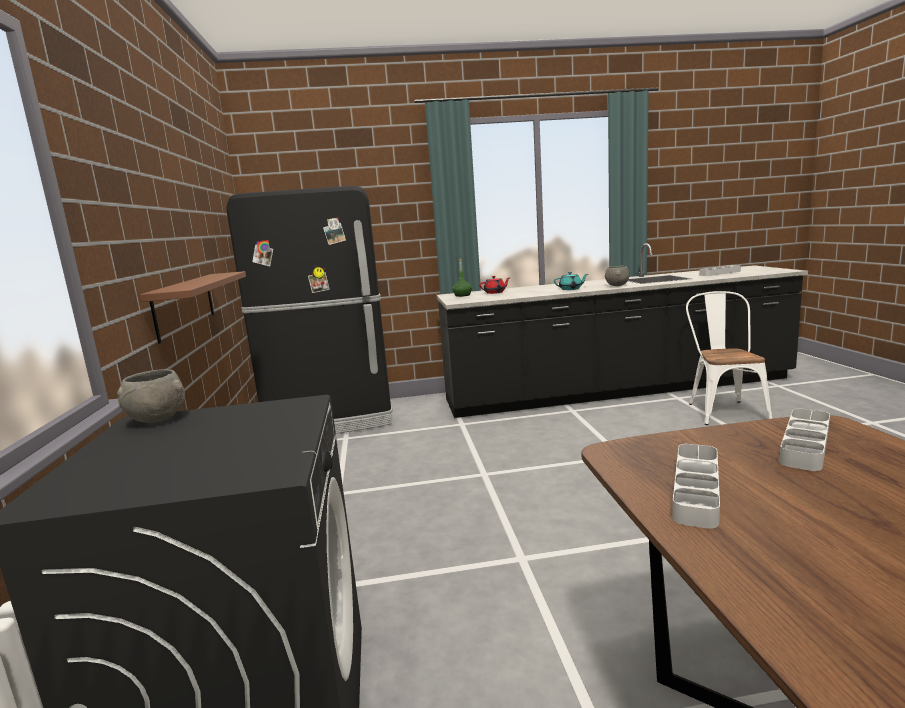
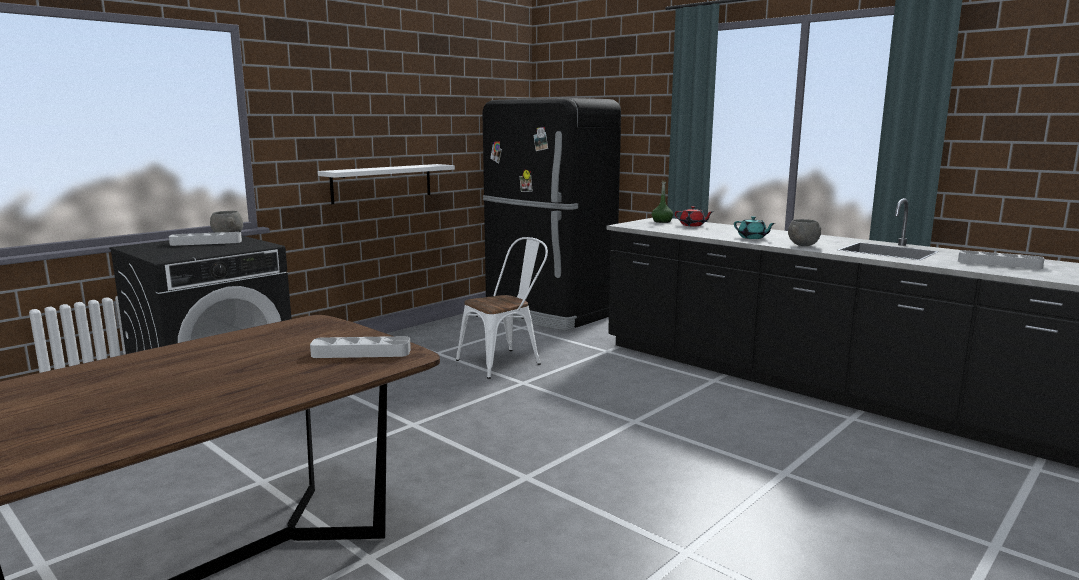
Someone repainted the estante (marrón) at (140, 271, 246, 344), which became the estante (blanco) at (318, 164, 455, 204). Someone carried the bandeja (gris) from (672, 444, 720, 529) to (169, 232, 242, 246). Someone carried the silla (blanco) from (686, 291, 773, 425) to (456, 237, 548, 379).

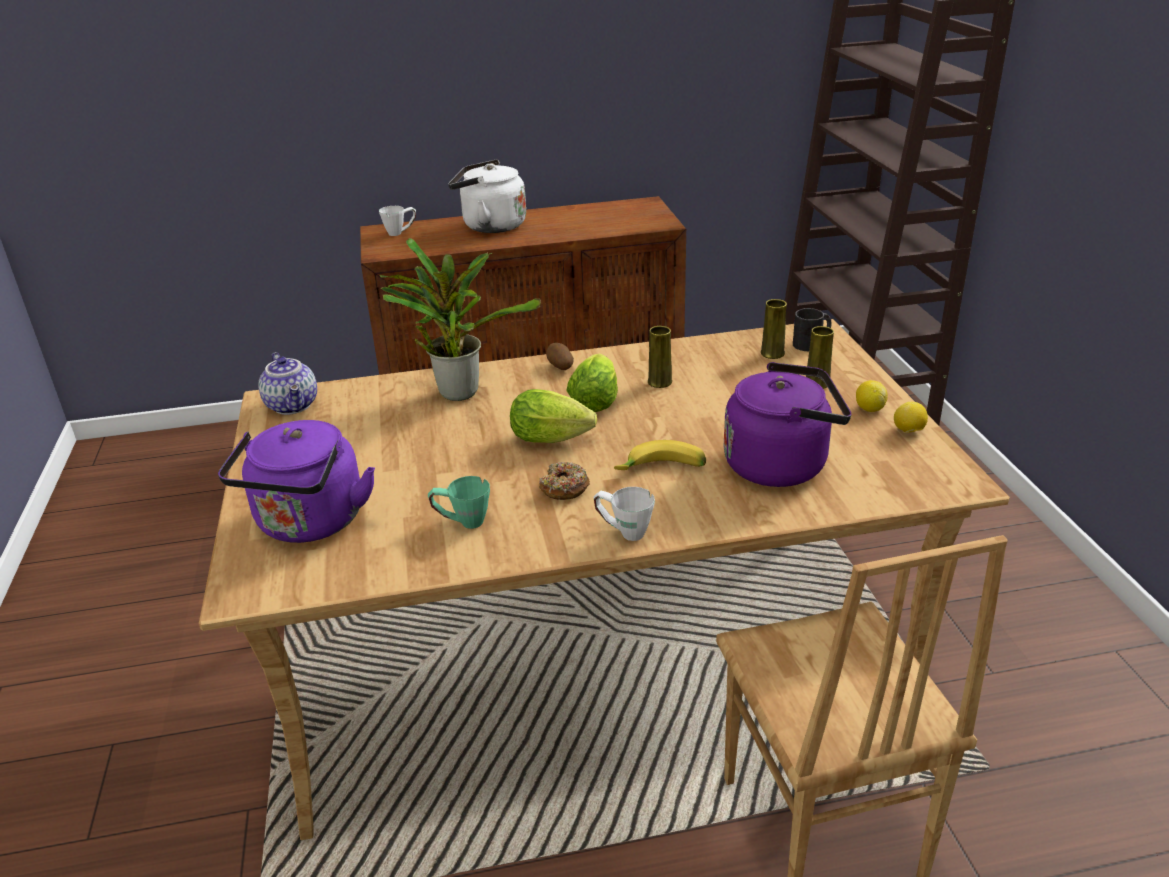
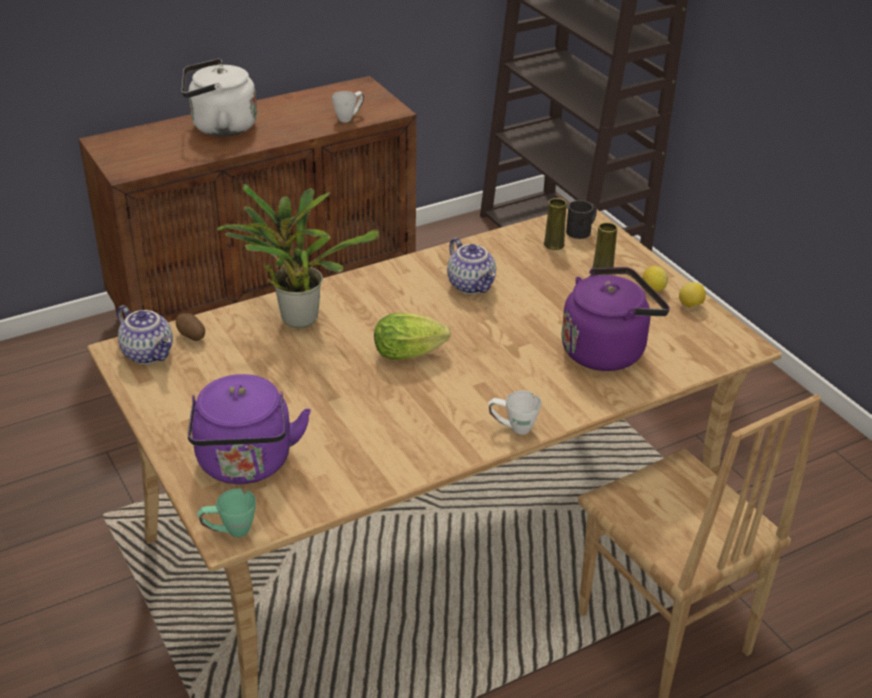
Someone carried the taza grande (blanco) from (379, 206, 416, 236) to (332, 91, 364, 122). Someone carried the taza grande (verde) from (428, 476, 490, 529) to (197, 488, 256, 537). Someone took away the rosquilla at (539, 462, 590, 500). Someone carried the patata from (546, 343, 574, 370) to (176, 313, 205, 341). Someone took away the lechuga at (566, 354, 618, 412). Someone took away the plátano at (614, 440, 706, 470). Someone swapped the florero (amarillo) at (648, 326, 672, 388) for the tetera at (447, 238, 496, 294).

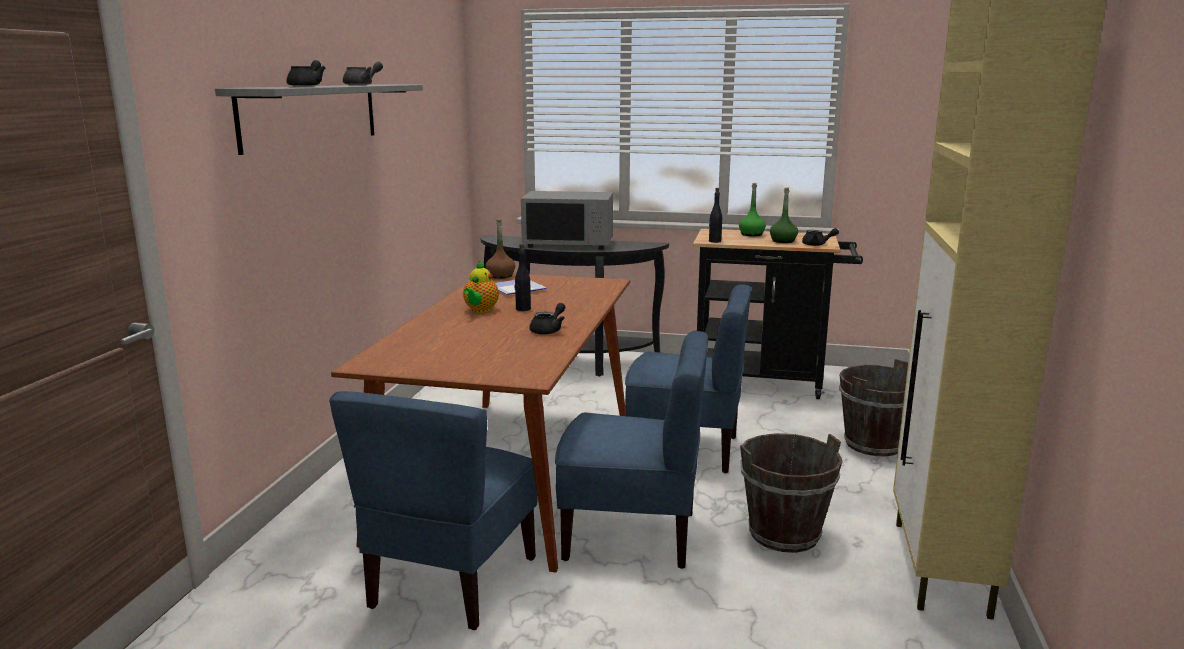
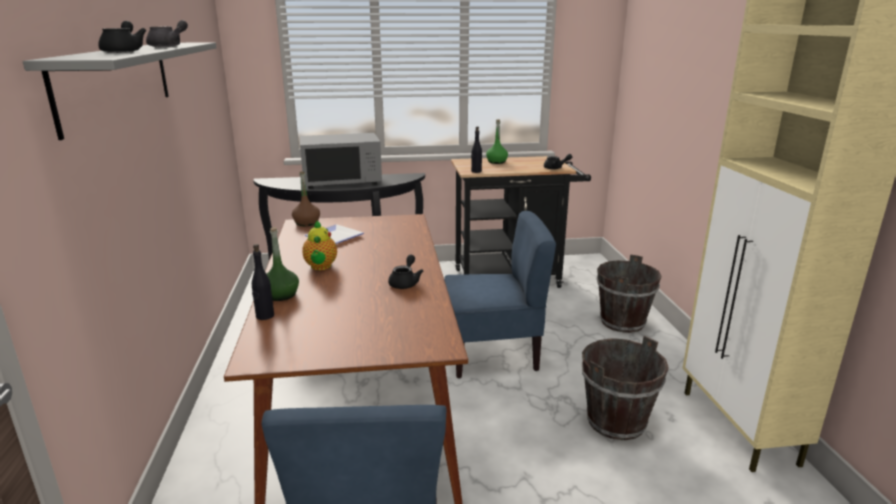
Someone carried the botella (negro) from (515, 244, 531, 311) to (252, 244, 274, 320). Someone took away the silla (azul) at (555, 331, 708, 569). Someone carried the botella (verde) from (770, 187, 798, 243) to (267, 227, 299, 301).

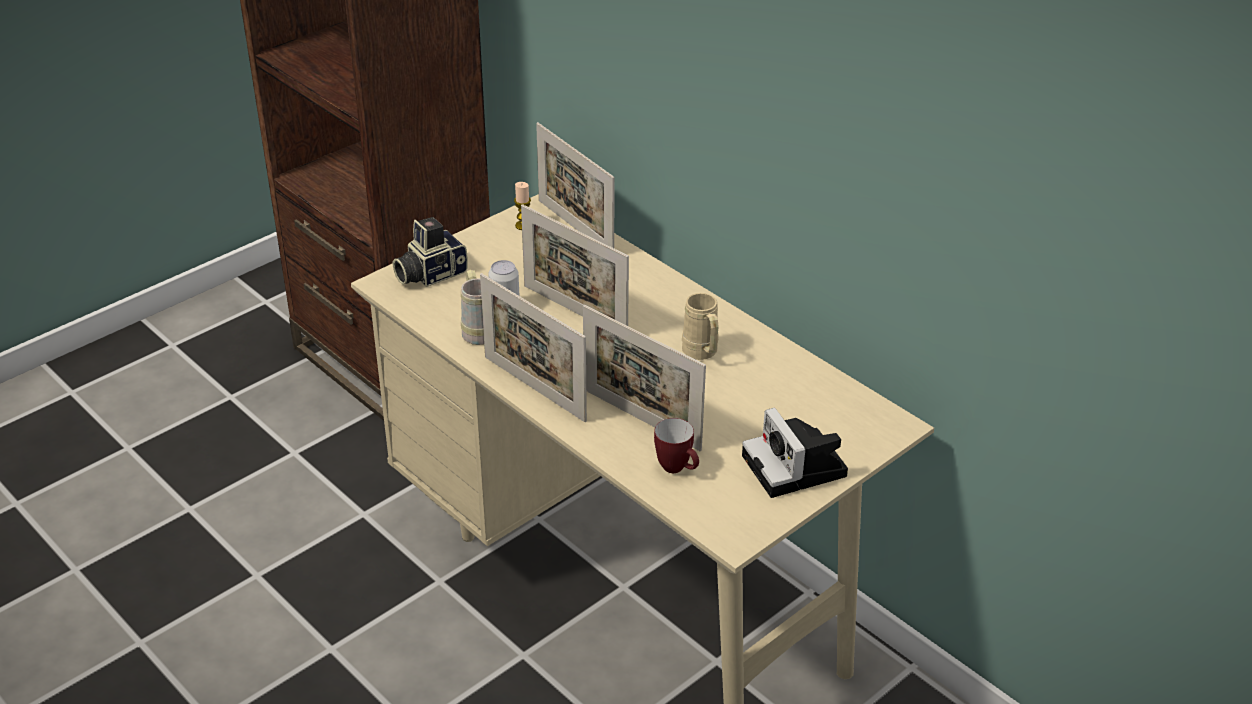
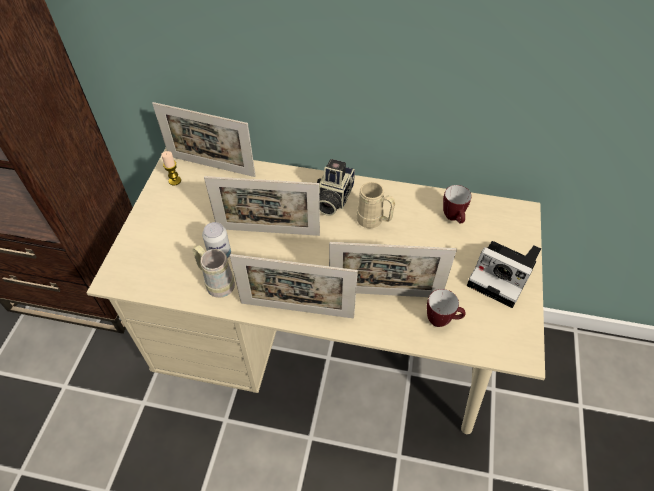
Someone carried the cámara from (393, 217, 468, 287) to (317, 159, 355, 216). Someone put down the taza grande at (443, 185, 471, 223).

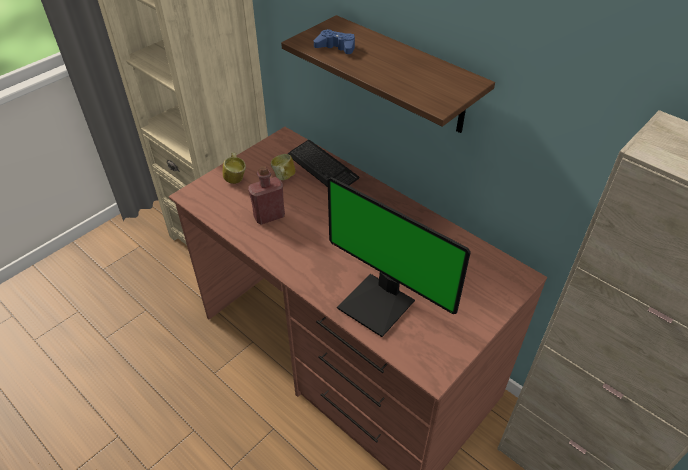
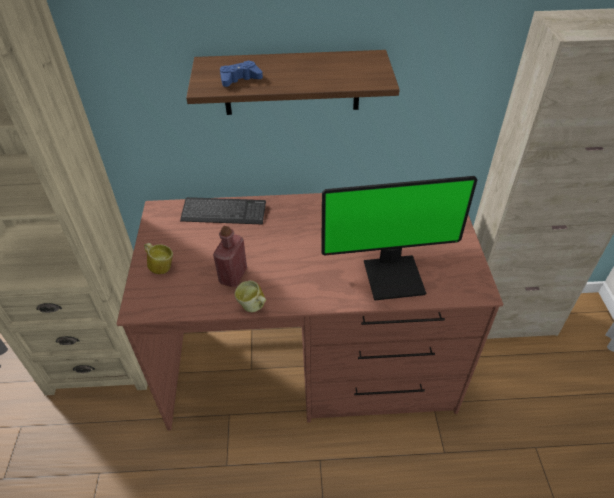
Someone carried the taza grande from (271, 154, 295, 180) to (235, 280, 266, 312).

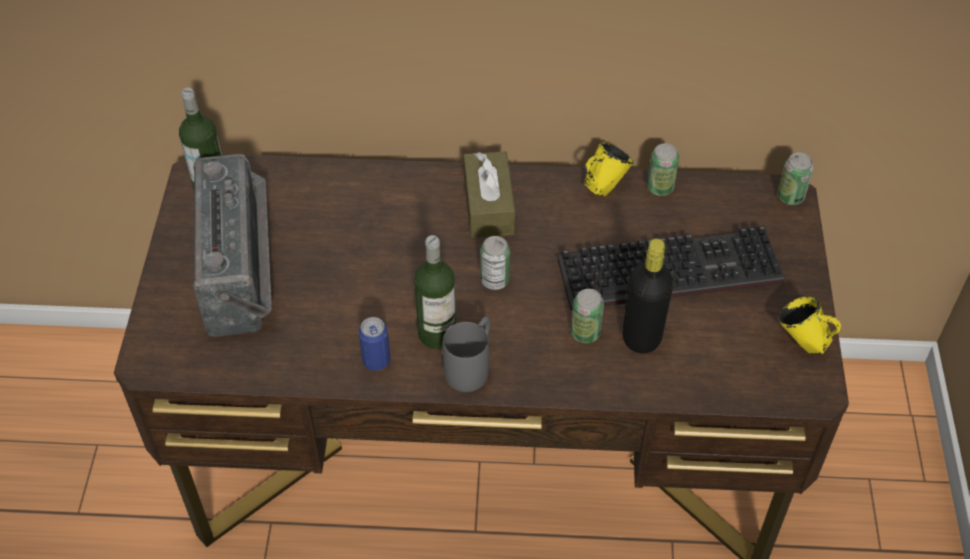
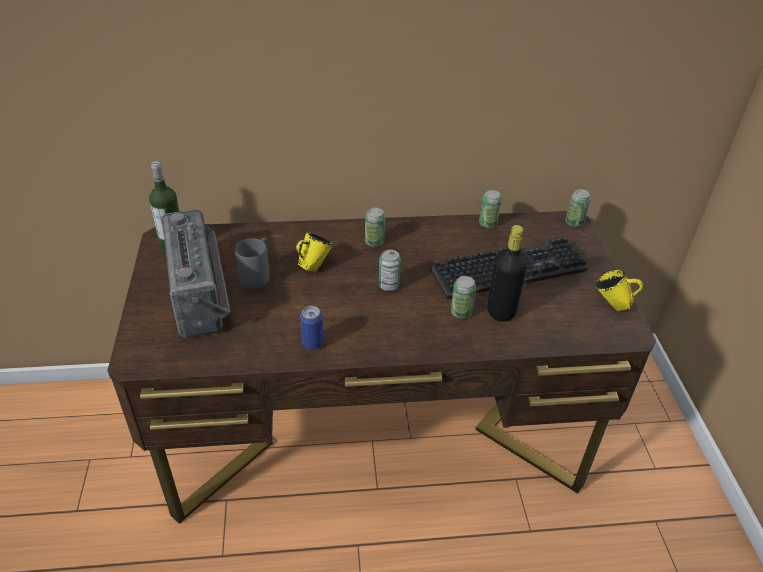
Someone took away the botella at (414, 235, 456, 349). Someone carried the taza grande (gris) from (443, 317, 490, 392) to (235, 237, 269, 289). Someone swapped the caja de pañuelos (marrón) at (464, 151, 515, 238) for the lata at (365, 207, 385, 247). Someone carried the taza grande (amarillo) from (584, 142, 633, 196) to (296, 232, 333, 272).

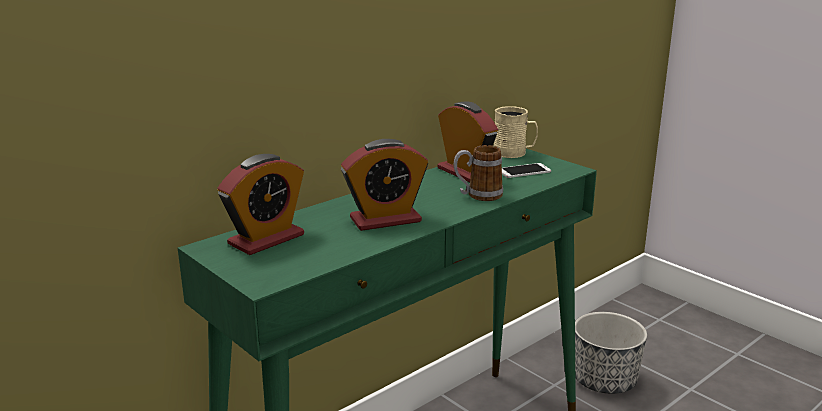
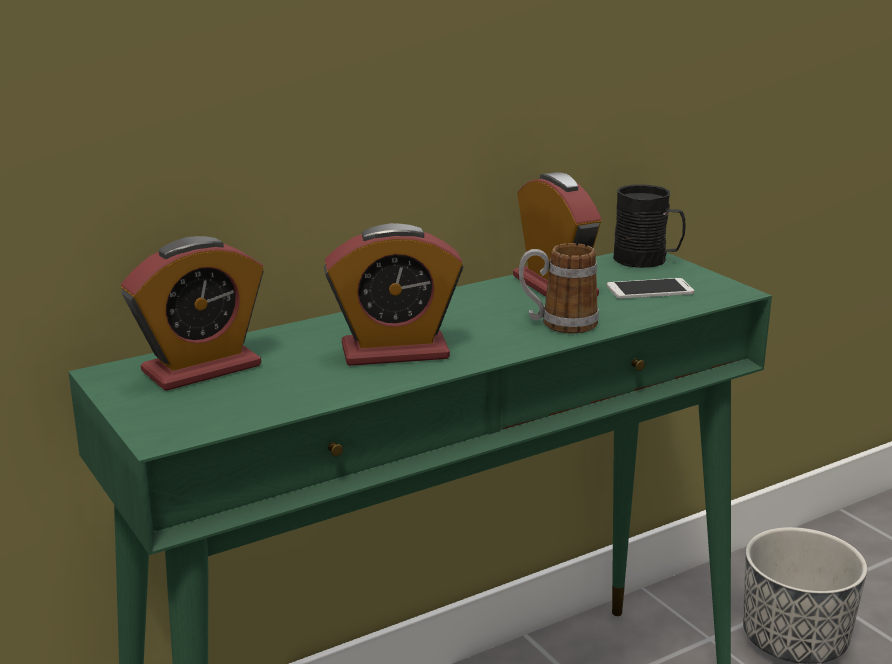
Someone repainted the taza grande (beis) at (494, 106, 538, 158), which became the taza grande (negro) at (613, 184, 685, 268).

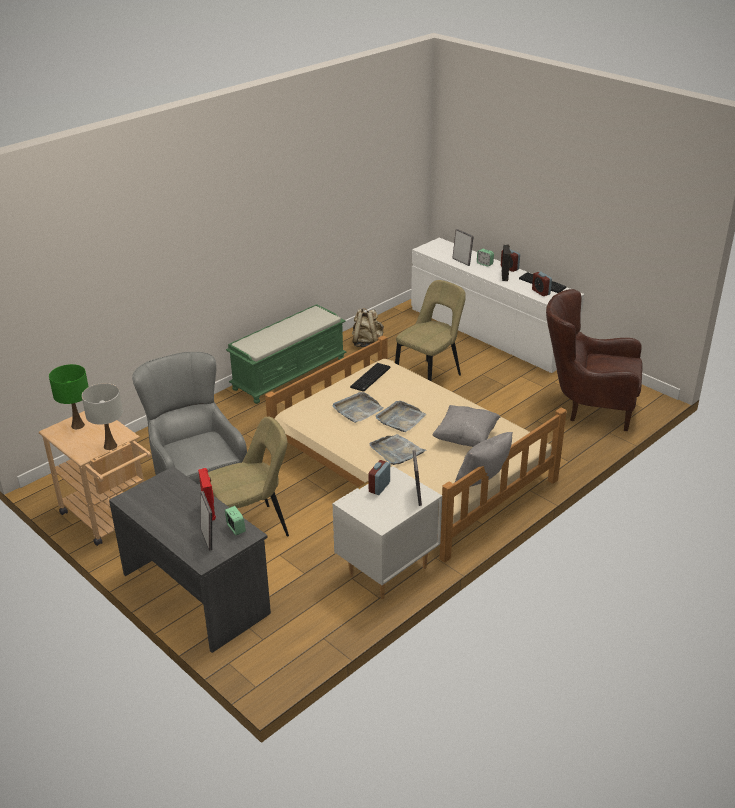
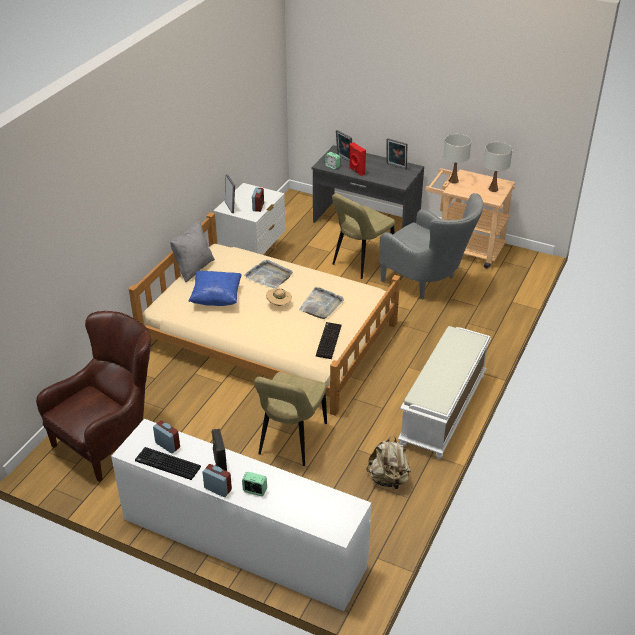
Someone repainted the lámpara de mesa (verde) at (49, 364, 89, 429), which became the lámpara de mesa (blanco) at (484, 142, 513, 192). Someone repainted the banco (verde) at (226, 304, 346, 404), which became the banco (blanco) at (398, 326, 491, 459). Someone swapped the bandeja (gris) at (376, 401, 426, 432) for the sombrero (beis) at (266, 288, 292, 306). Someone repainted the cojín (gris) at (433, 405, 501, 447), which became the cojín (azul) at (188, 271, 242, 306). Someone carried the portarretratos from (452, 229, 474, 266) to (387, 138, 408, 169). Someone rotated the sillón (marrón) at (546, 289, 643, 431) by 45 degrees counterclockwise.

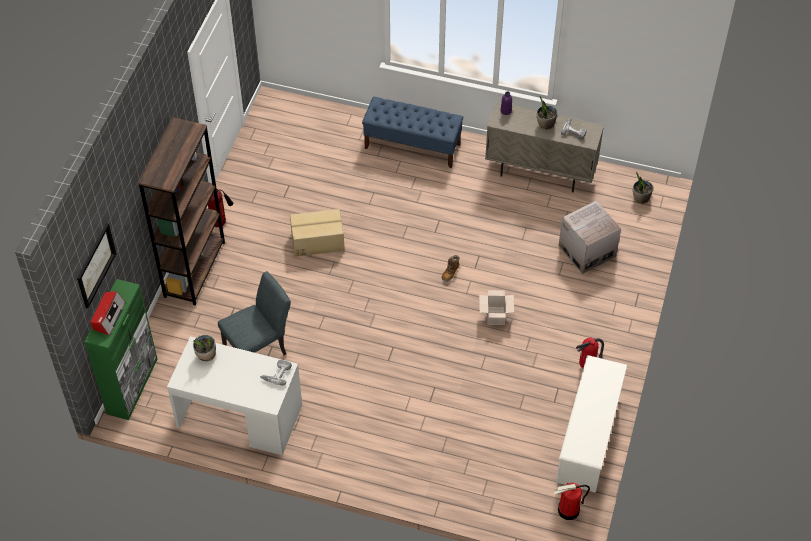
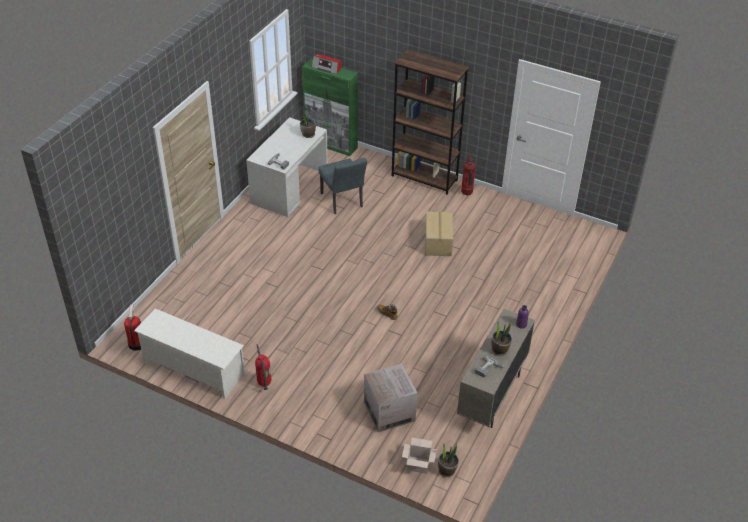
Someone took away the cuadro at (77, 223, 116, 308). Someone took away the banco (azul) at (362, 97, 463, 168). Someone carried the caja de cartón from (479, 290, 514, 325) to (402, 438, 437, 474).

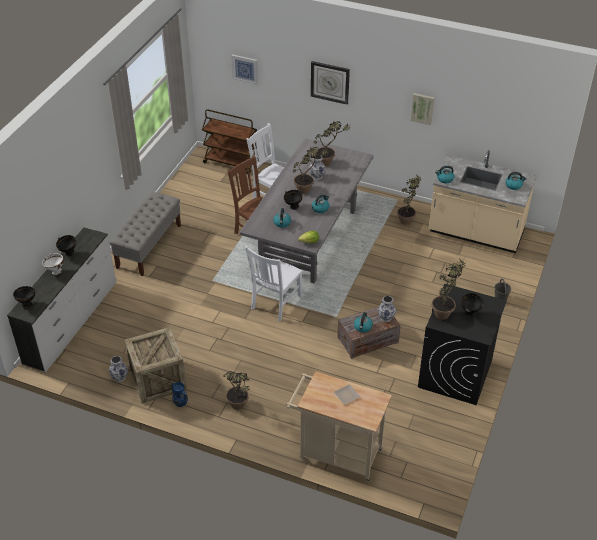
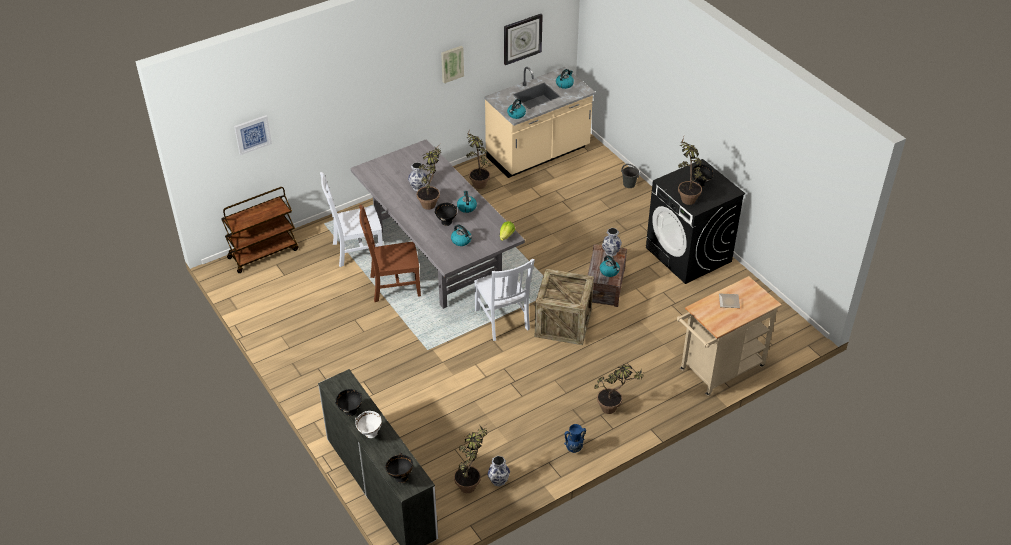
Someone took away the banco (gris) at (110, 192, 181, 276). Someone carried the caja de embalaje from (125, 327, 187, 403) to (535, 269, 594, 345). Someone carried the reloj de pared from (311, 61, 350, 105) to (504, 14, 543, 65). Someone carried the planta en maceta from (314, 121, 350, 166) to (454, 424, 487, 493).

